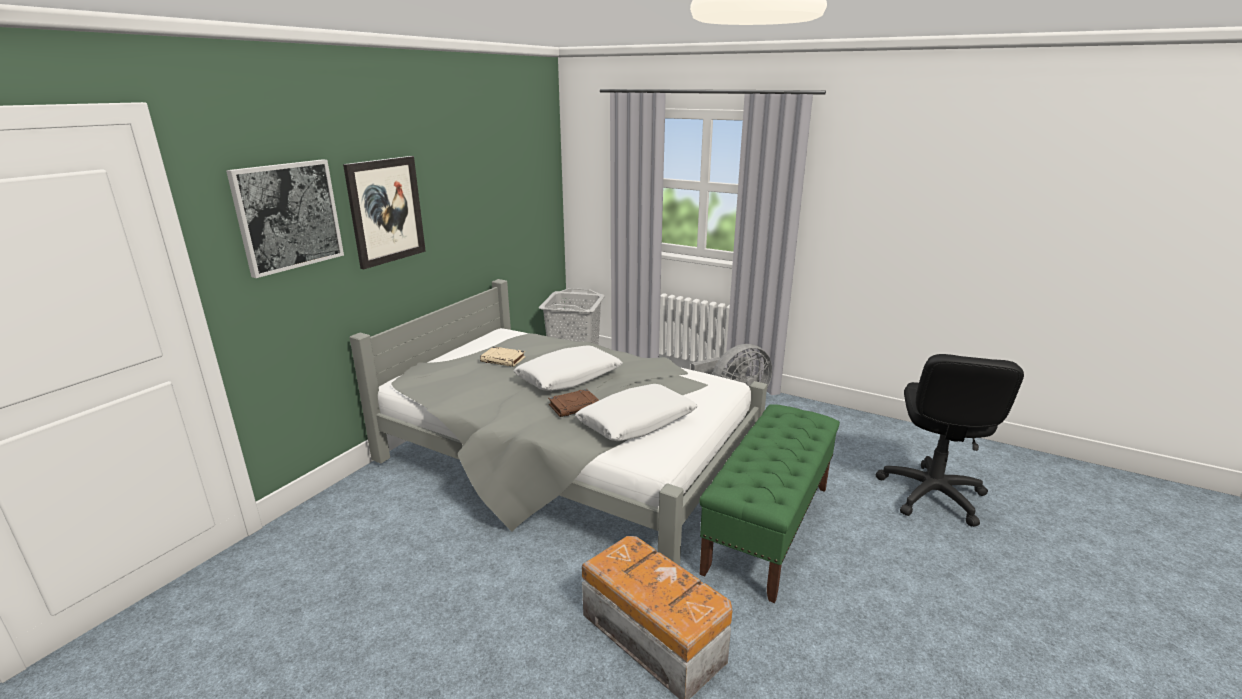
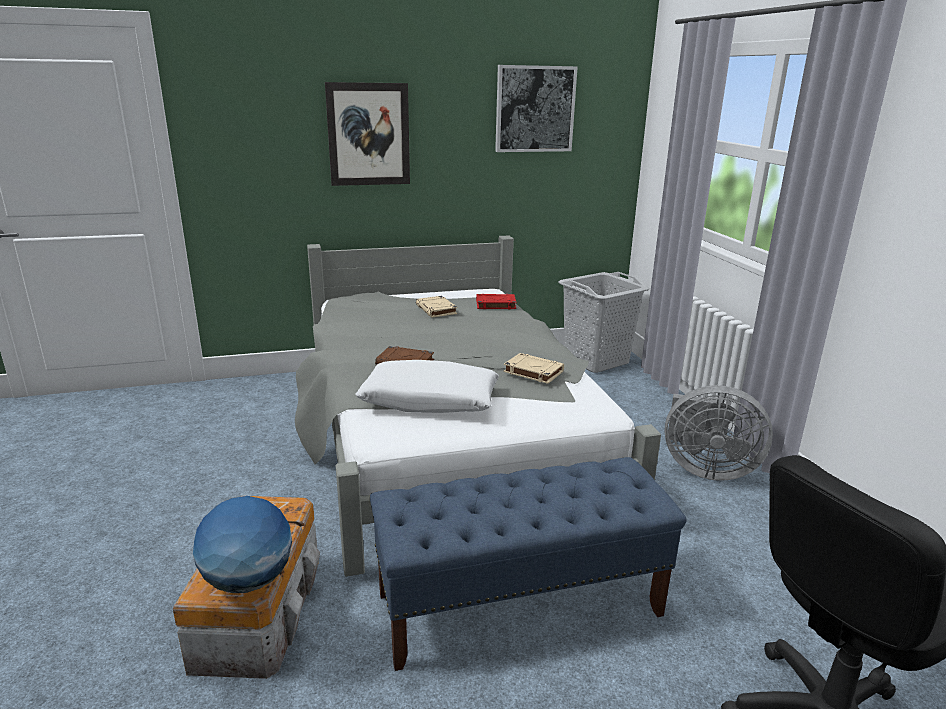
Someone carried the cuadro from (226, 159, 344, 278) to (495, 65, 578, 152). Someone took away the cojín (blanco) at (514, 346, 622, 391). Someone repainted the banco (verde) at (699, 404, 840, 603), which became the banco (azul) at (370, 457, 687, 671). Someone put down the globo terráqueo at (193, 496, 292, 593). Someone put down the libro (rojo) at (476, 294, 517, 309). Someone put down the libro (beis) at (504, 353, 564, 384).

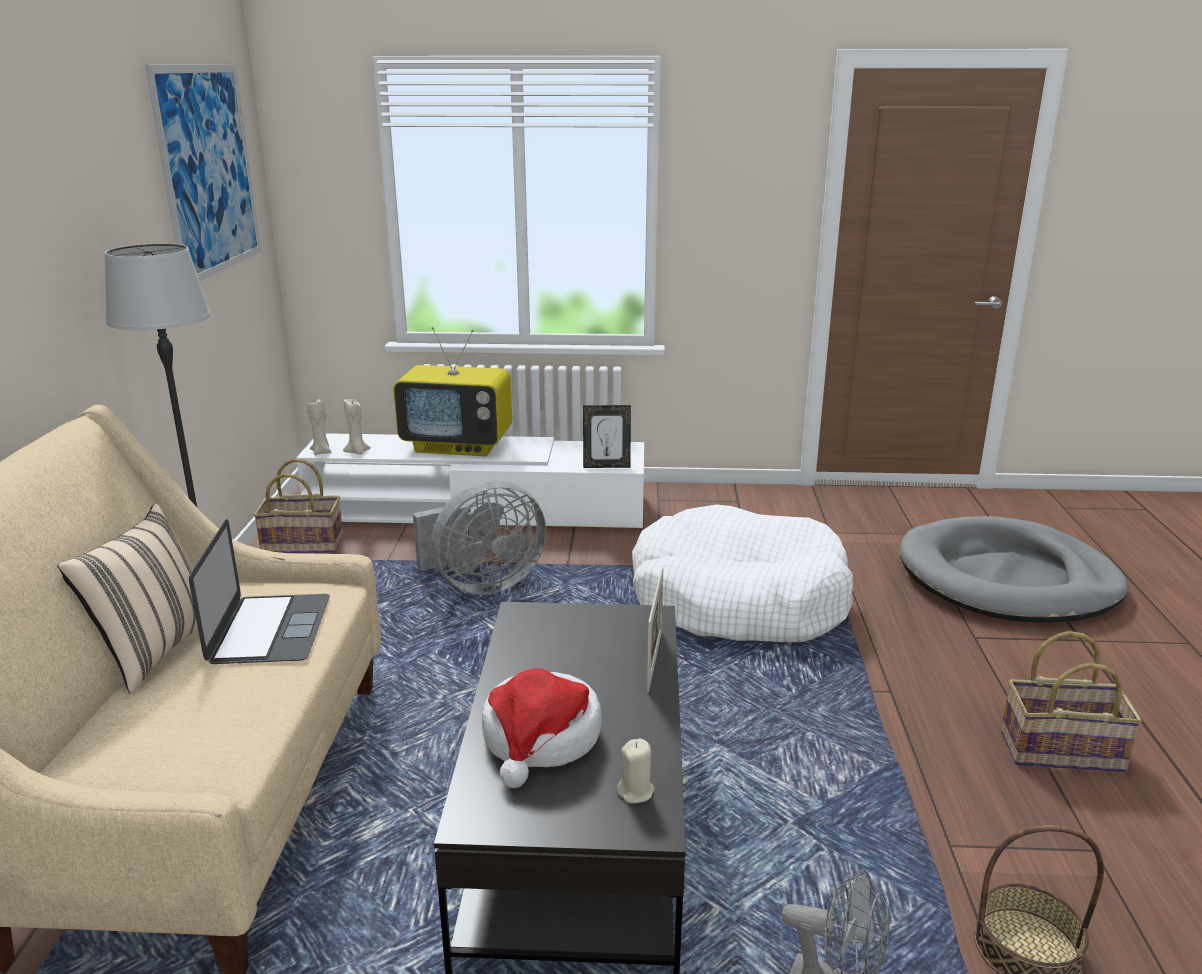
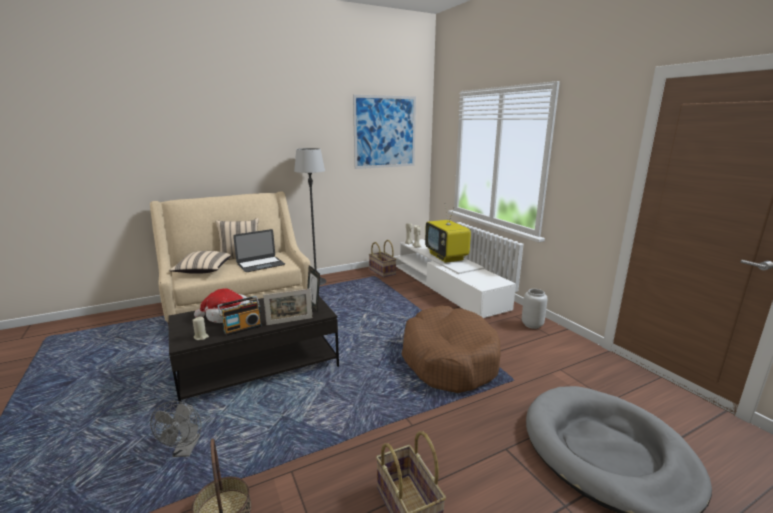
Someone took away the ventilador (gris) at (413, 480, 546, 594). Someone carried the portarretratos from (583, 405, 631, 468) to (307, 265, 320, 312). Someone repainted the cama para perro (blanco) at (632, 505, 853, 642), which became the cama para perro (marrón) at (401, 306, 501, 393). Someone put down the cojín (beis) at (169, 251, 231, 274). Someone put down the radio at (218, 296, 261, 336). Someone put down the florero (gris) at (522, 289, 547, 329).

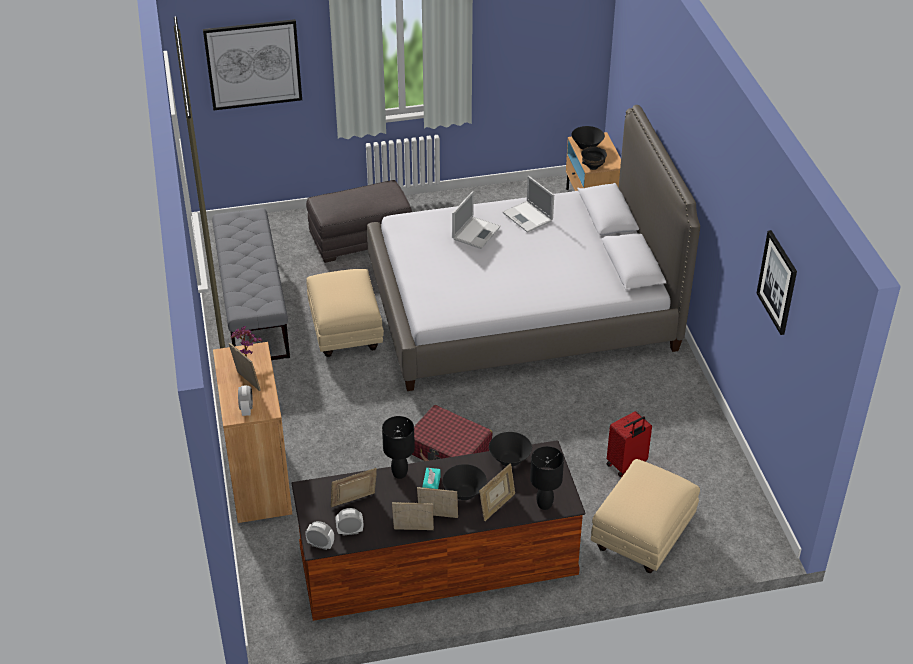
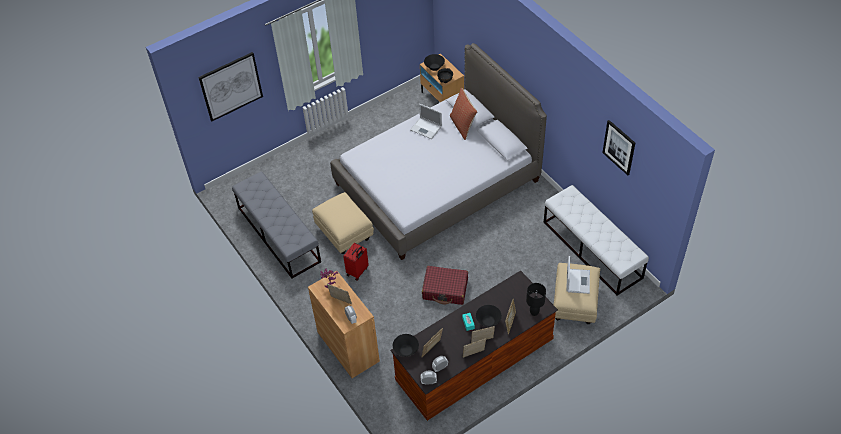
Someone took away the puf (gris) at (306, 180, 412, 263). Someone took away the lámpara de mesa (negro) at (382, 416, 415, 479). Someone carried the portátil from (452, 192, 501, 249) to (566, 256, 590, 294). Someone carried the cuenco (negro) from (489, 432, 532, 467) to (393, 334, 419, 357). Someone carried the maleta (rojo) from (607, 411, 652, 477) to (343, 243, 369, 281). Someone put down the cojín at (450, 88, 477, 140). Someone put down the banco (blanco) at (543, 185, 649, 296).

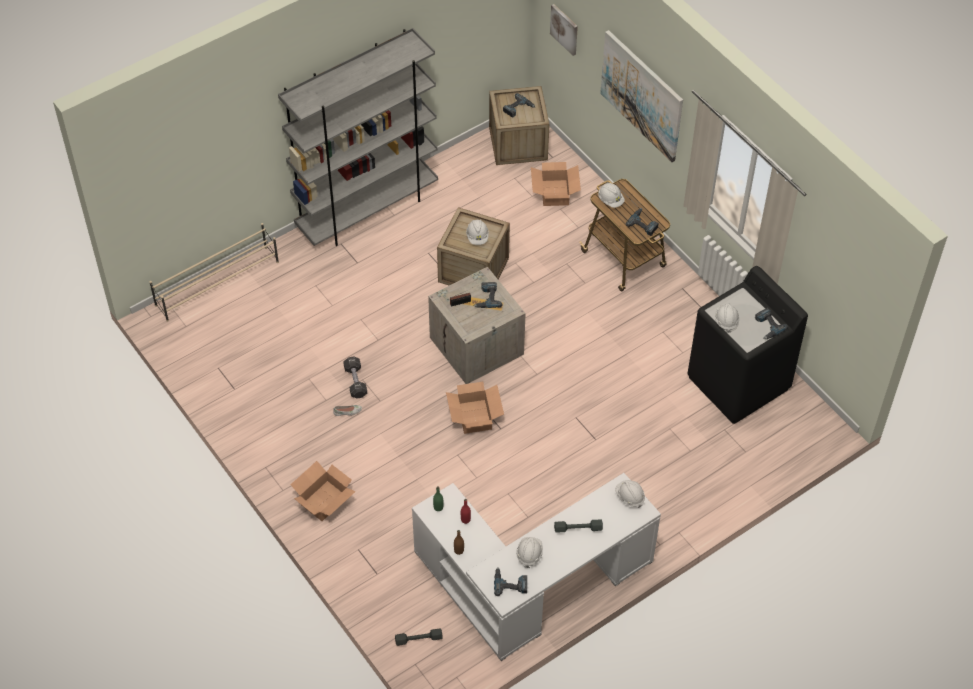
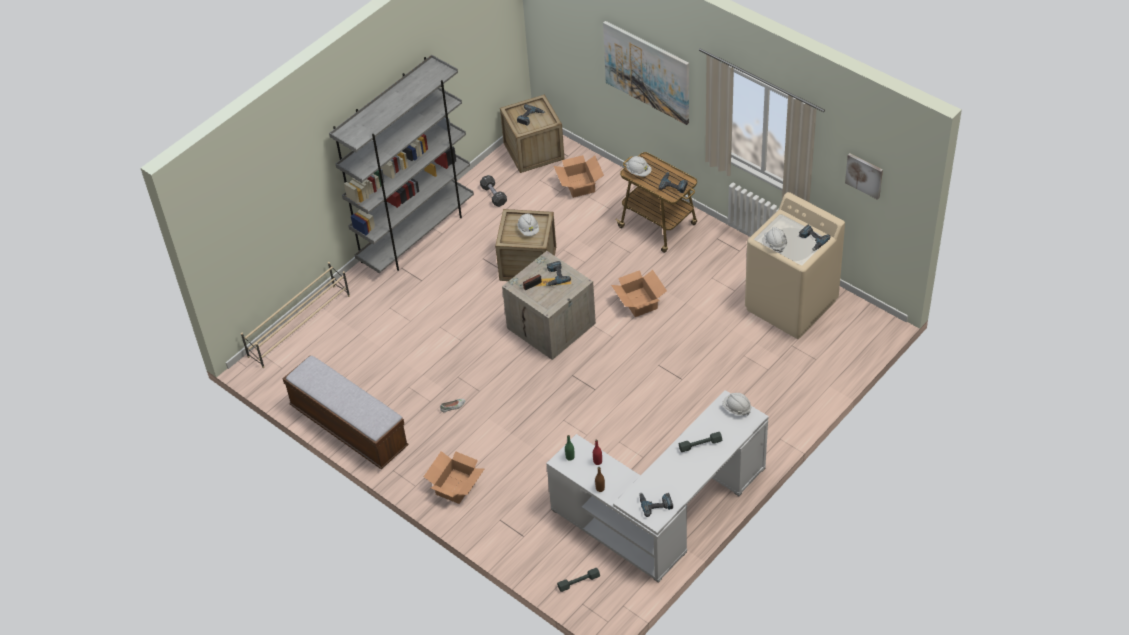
Someone carried the mancuerna (negro) from (343, 357, 367, 399) to (480, 175, 507, 207). Someone carried the caja de cartón from (446, 382, 504, 434) to (611, 270, 667, 317). Someone took away the casco (blanco) at (516, 537, 543, 568). Someone carried the cuadro from (550, 4, 578, 56) to (845, 153, 883, 200). Someone repainted the lavadora (negro) at (687, 266, 808, 424), which became the lavadora (beis) at (745, 192, 845, 339). Someone put down the banco at (283, 355, 409, 469).

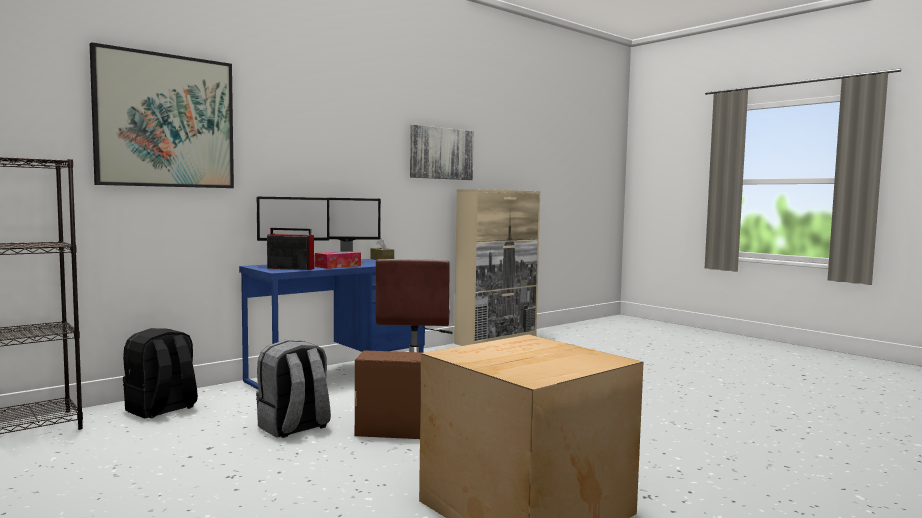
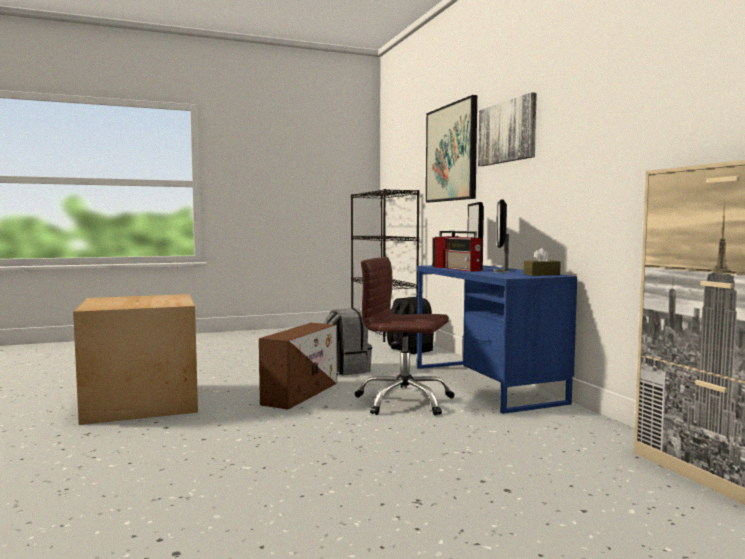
Someone swapped the caja de pañuelos at (315, 251, 361, 269) for the radio at (447, 231, 483, 272). Someone carried the cuadro from (410, 125, 474, 180) to (478, 92, 537, 166).

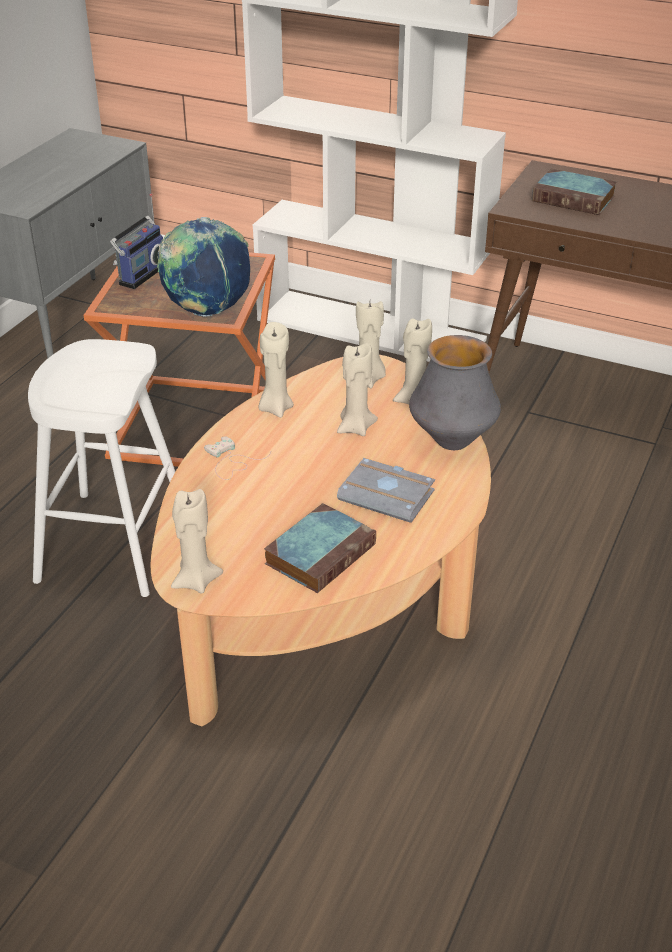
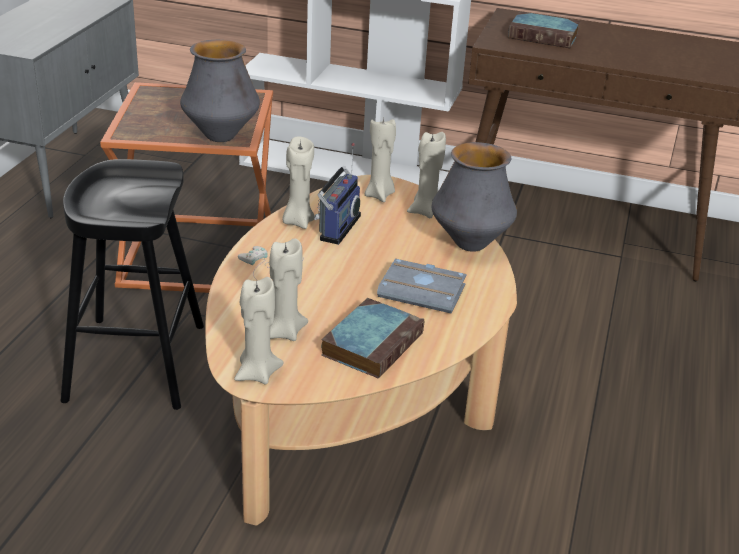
Someone repainted the taburete (blanco) at (28, 339, 176, 597), which became the taburete (negro) at (61, 159, 204, 410). Someone carried the radio from (110, 194, 163, 289) to (314, 143, 361, 245). Someone swapped the globo terráqueo at (157, 217, 250, 317) for the florero at (180, 40, 260, 142). Someone carried the vela (beis) from (337, 343, 378, 436) to (269, 238, 308, 341).

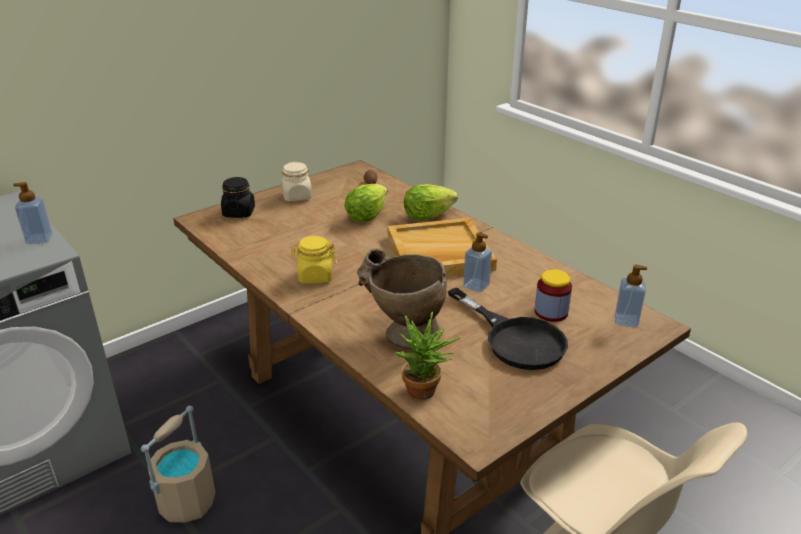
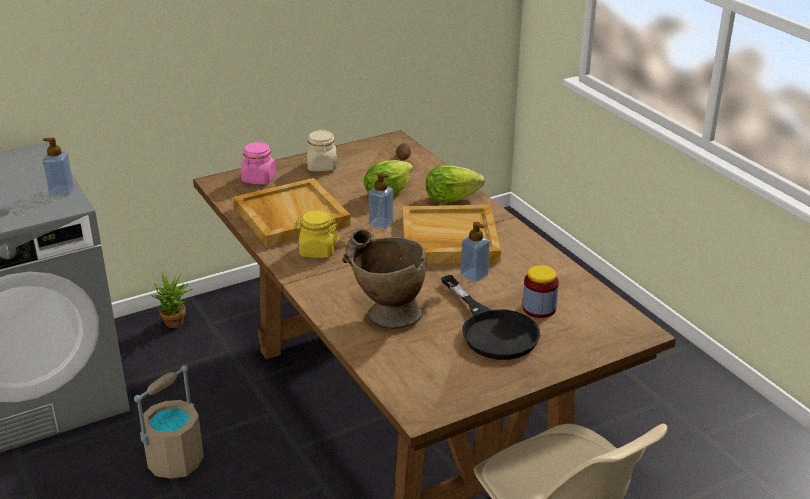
Someone repainted the tarro (negro) at (221, 177, 255, 218), which became the tarro (rosa) at (241, 142, 276, 184). Someone carried the planta en maceta from (394, 312, 462, 400) to (150, 272, 193, 328). Someone carried the dispensador de jabón from (615, 265, 647, 328) to (369, 173, 393, 229). Someone put down the bandeja (beis) at (233, 178, 351, 247).

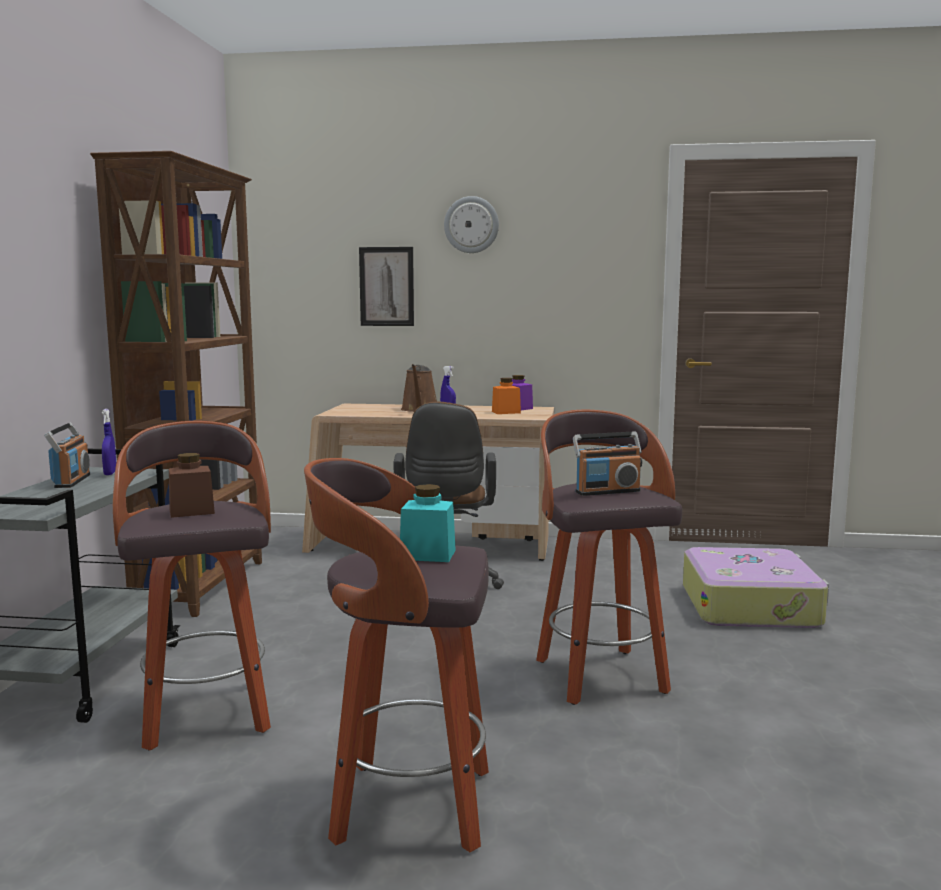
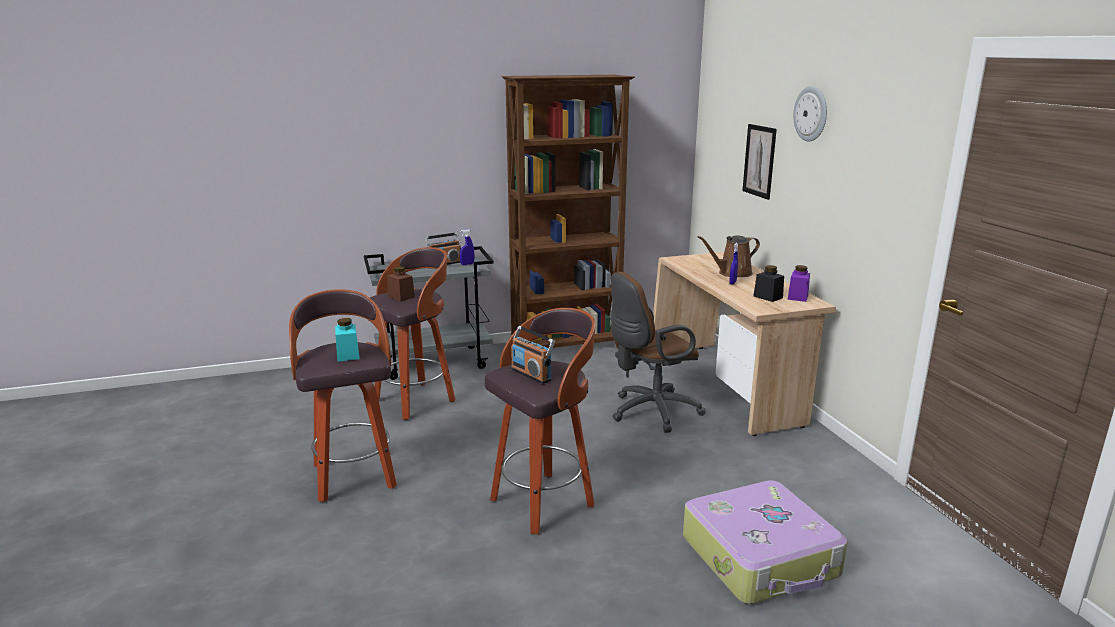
Someone repainted the tarro (naranja) at (492, 378, 521, 414), which became the tarro (negro) at (753, 265, 784, 302).

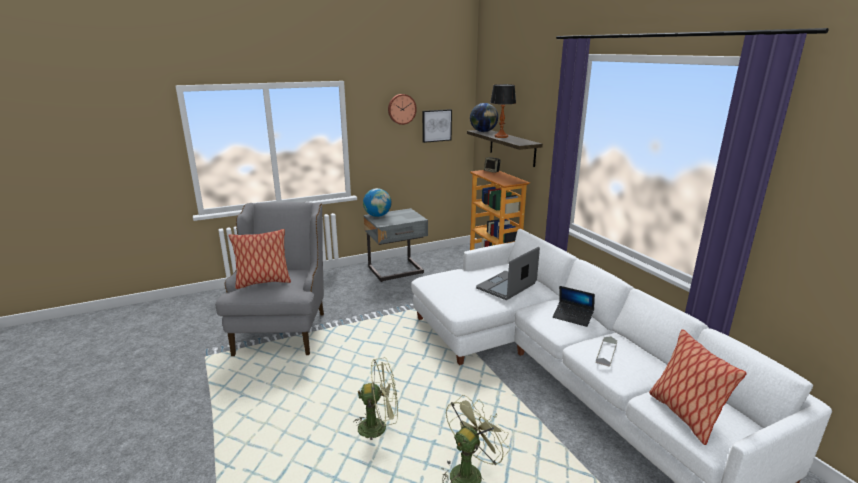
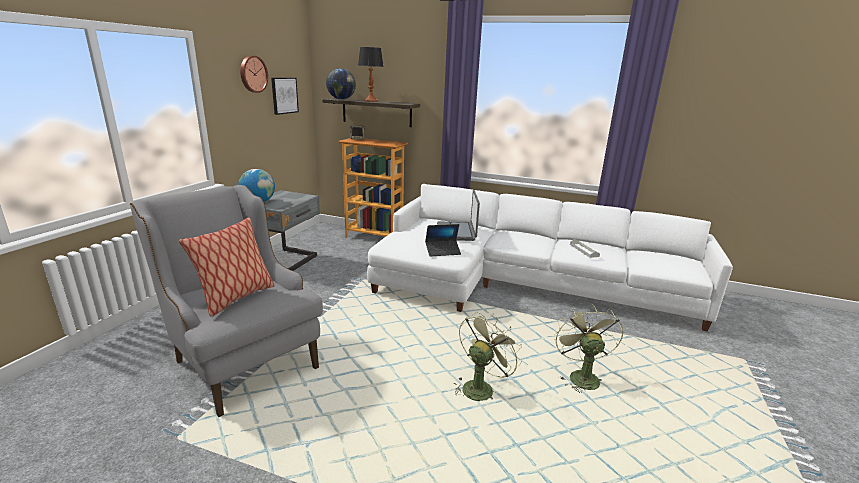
Someone carried the portátil from (553, 286, 595, 327) to (425, 224, 461, 256). Someone took away the cojín at (649, 329, 747, 445).

